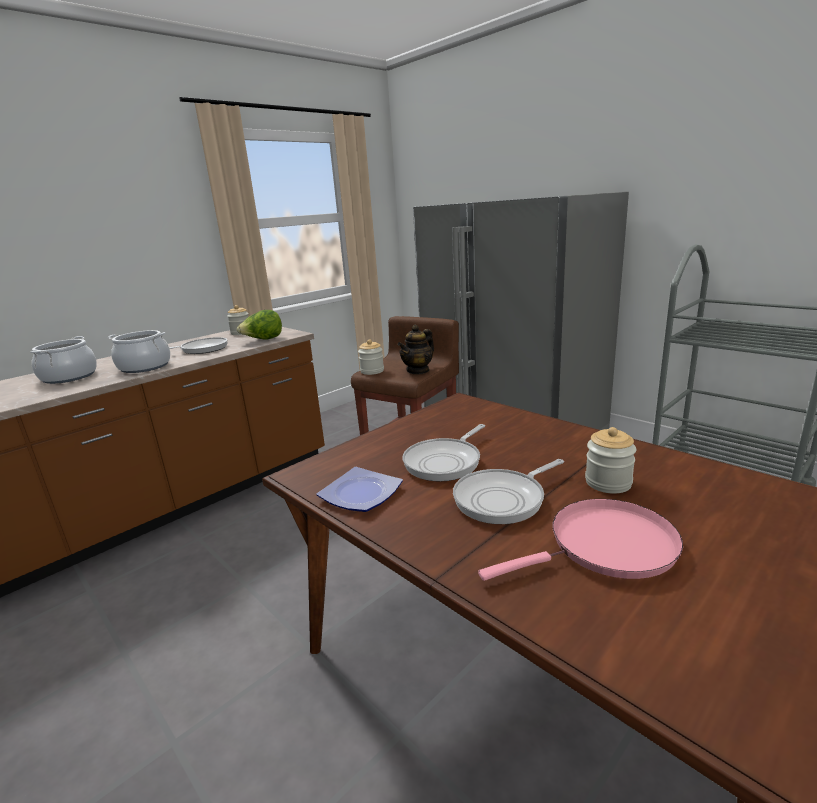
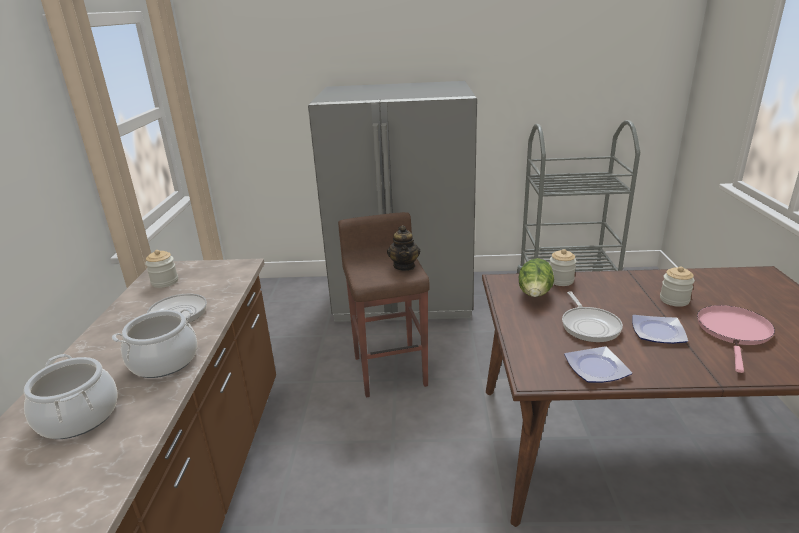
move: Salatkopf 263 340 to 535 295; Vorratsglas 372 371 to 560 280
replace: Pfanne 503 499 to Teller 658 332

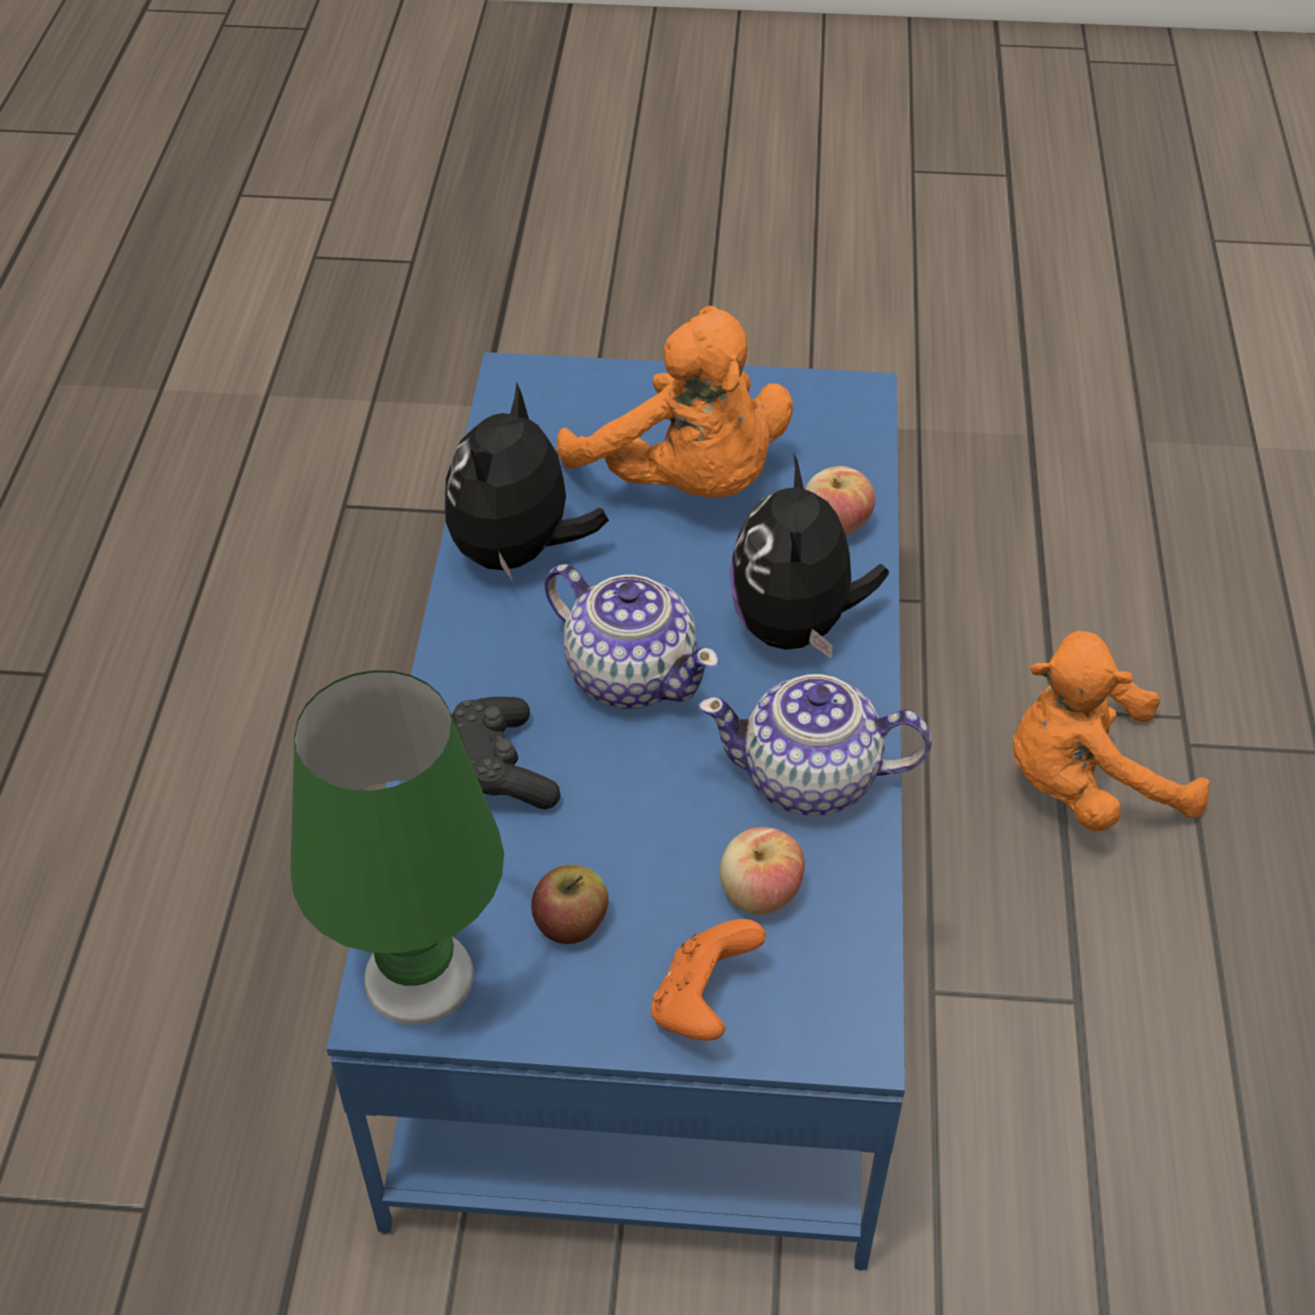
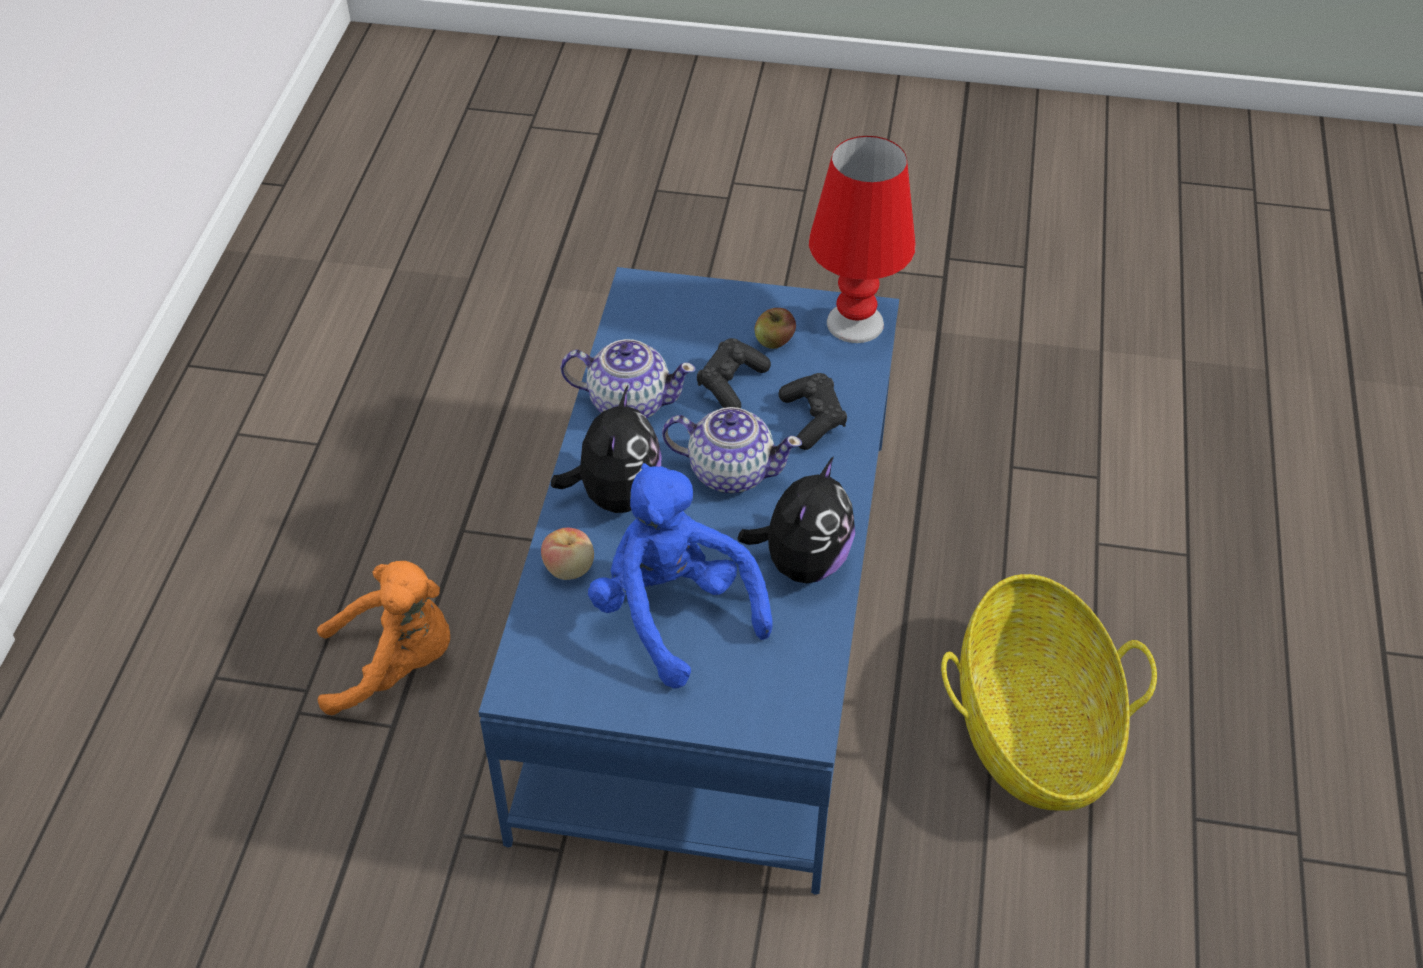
delete: Gamepad/orange 703 1003; Apfel 759 893
insert: Gamepad/schwarz 731 385; Korb 1033 728
recolor: Tischlampe/grün 419 975 to Tischlampe/rot 854 323; Plüschtier/orange 686 483 to Plüschtier/blau 673 613
rotate: Teekanne 630 673 = 730 471 150 degrees clockwise

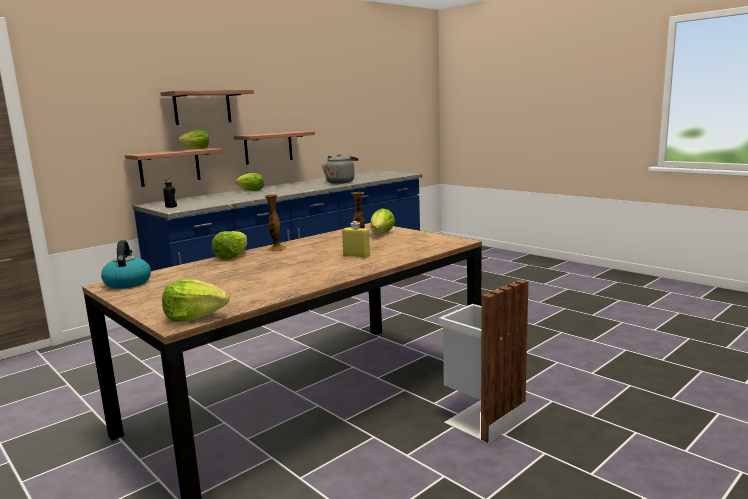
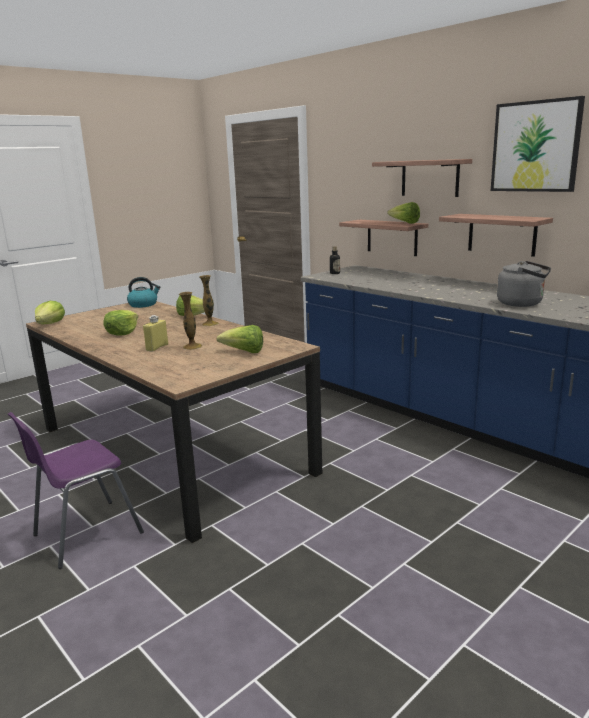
insert: Bild 535 146
move: Salatkopf 250 190 to 122 332
replace: Mülleimer/weiß 481 418 to Stuhl/lila 85 534

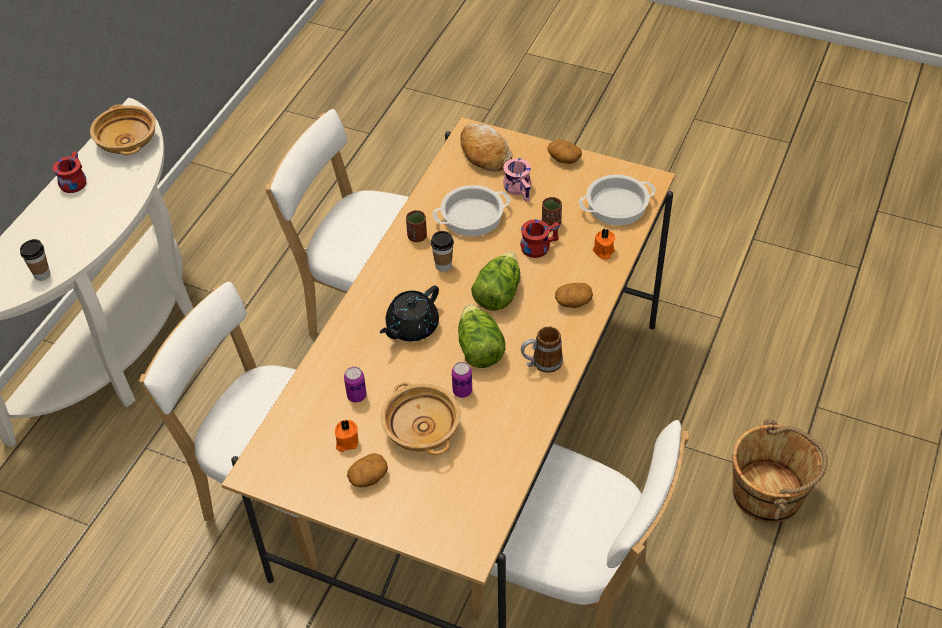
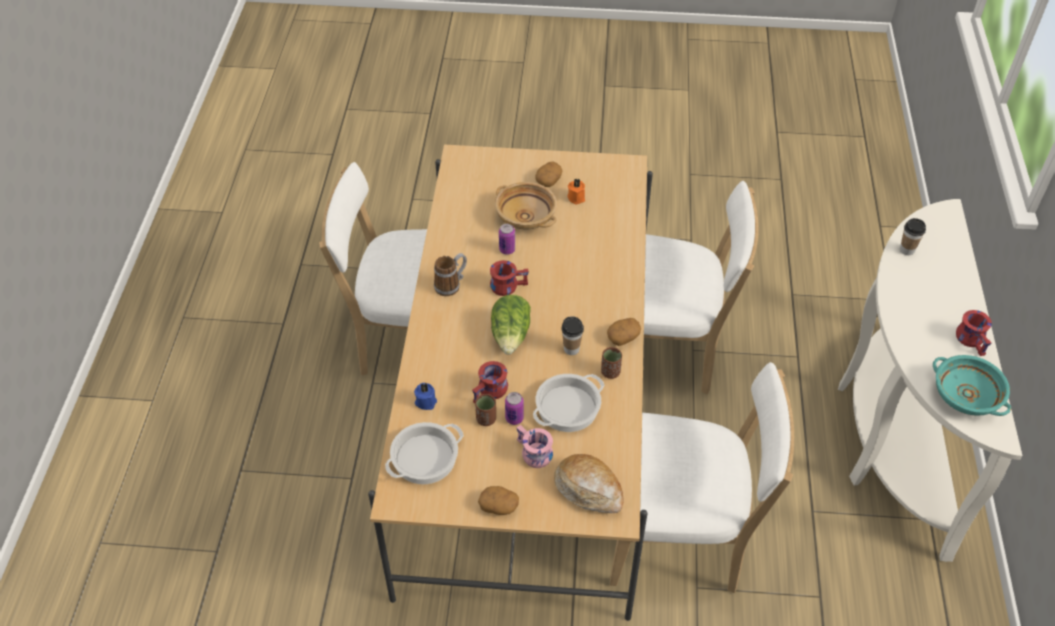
delete: Teekanne/schwarz 411 327; Eimer/braun 769 494
move: Dose 356 396 to 514 418; Kartoffel 573 302 to 623 337
replace: Salatkopf 479 348 to Henkelbecher/rot 507 284
recolor: Schüssel/beige 128 142 to Schüssel/türkis 965 396; Kerze/orange 603 251 to Kerze/blau 425 401

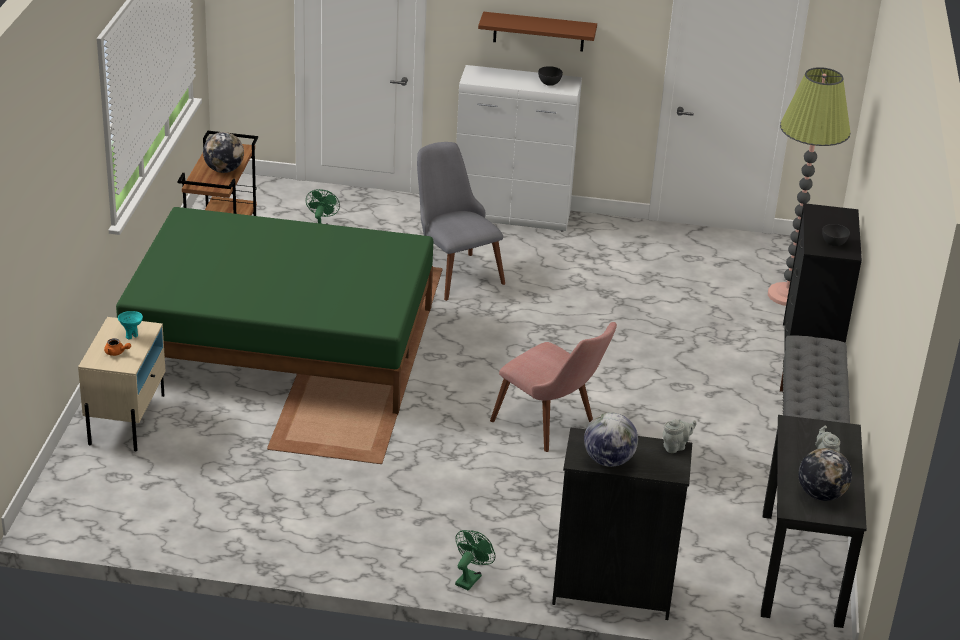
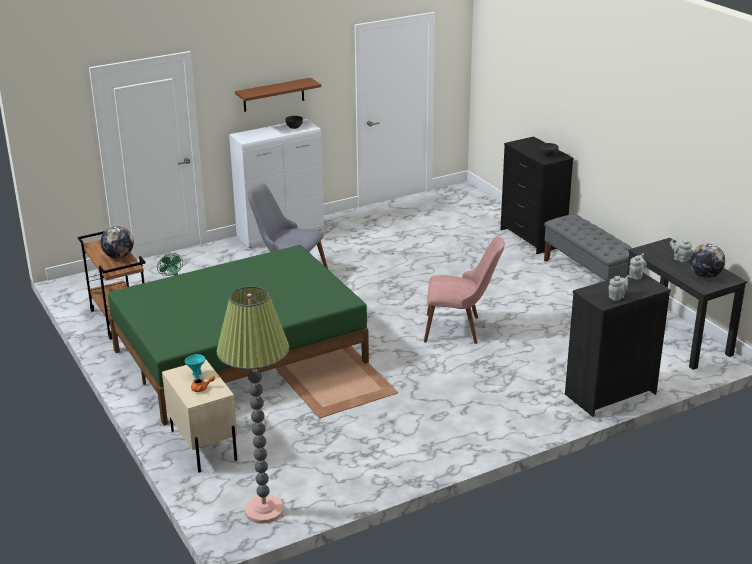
delete: Ventilator/grün 470 578
move: Stehlampe 786 295 to 264 510
replace: Globus 608 460 to Teekanne/grau 617 297

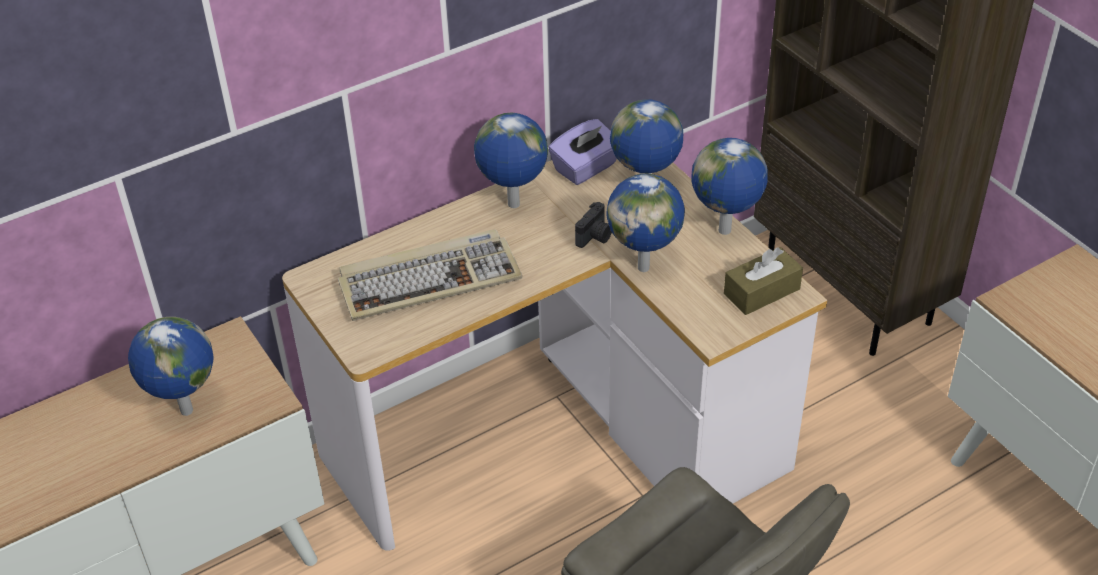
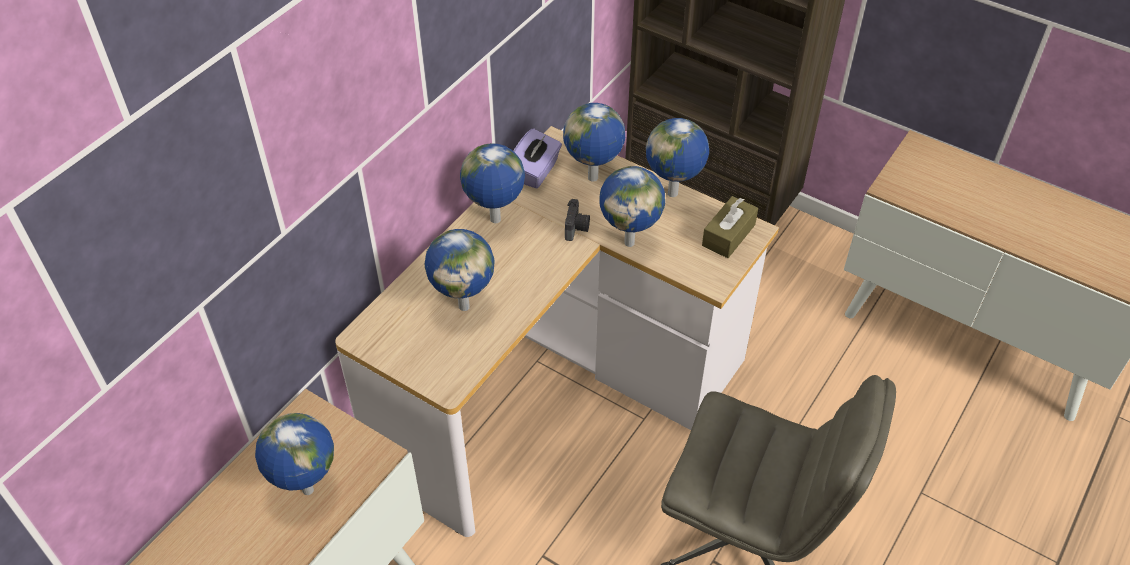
replace: Tastatur 430 279 to Globus 464 305

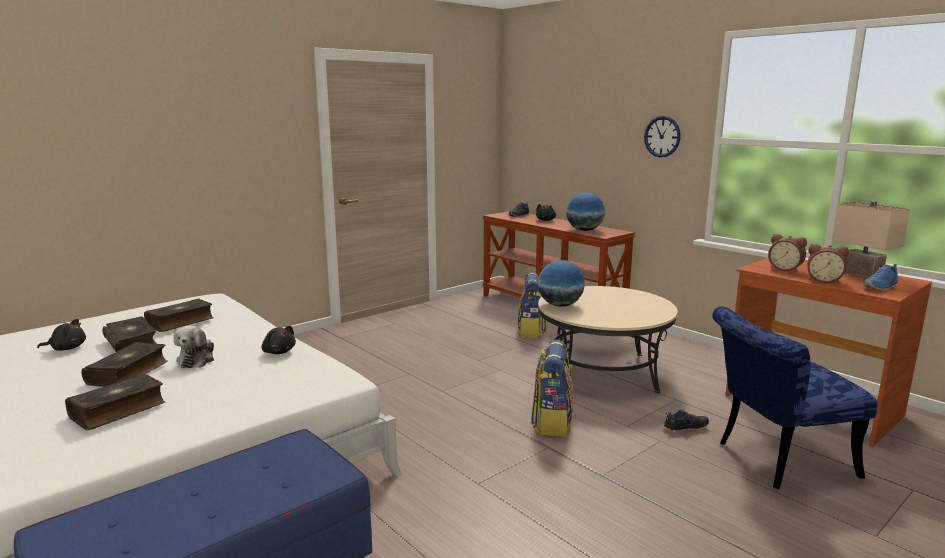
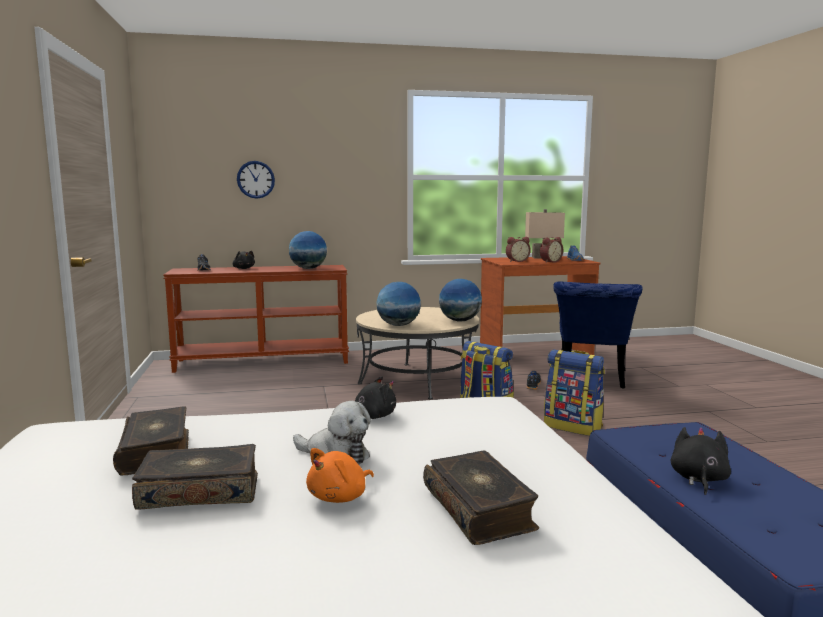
insert: Globus 460 321
move: Plüschtier/schwarz 67 348 to 698 479; Rucksack 531 331 to 573 426; Wanduhr 662 136 to 255 179
replace: Buch 129 373 to Plüschtier/orange 340 497

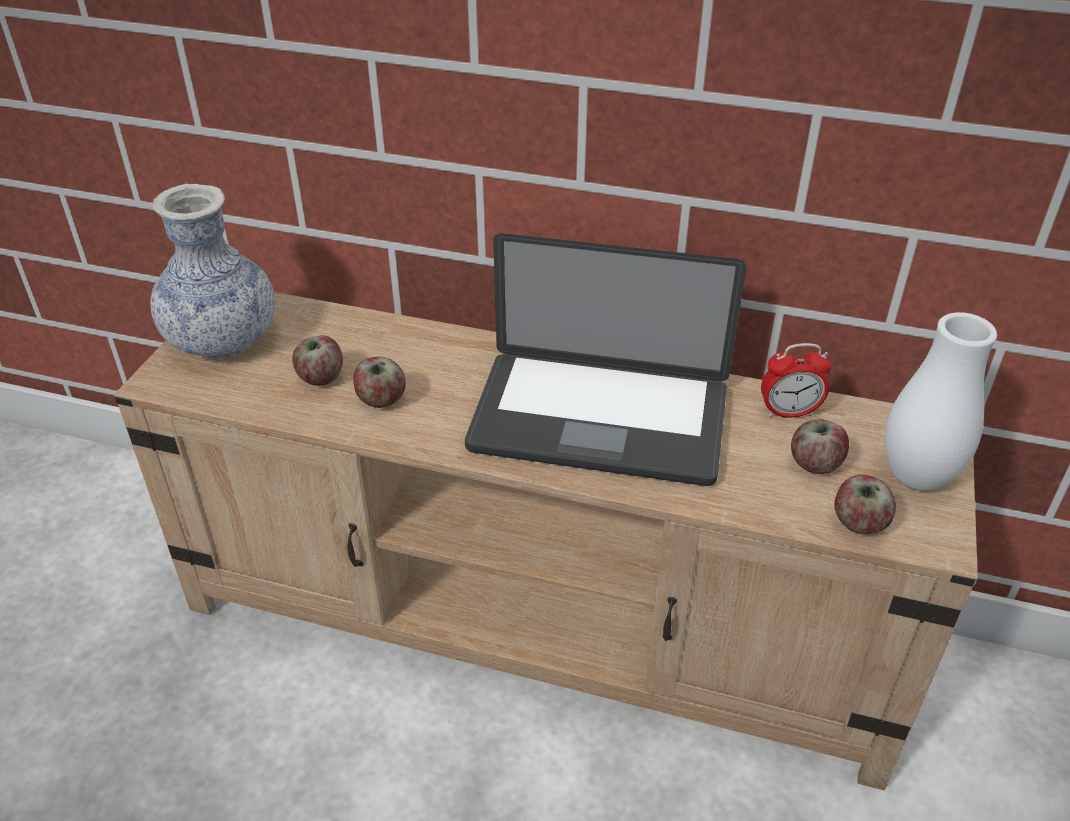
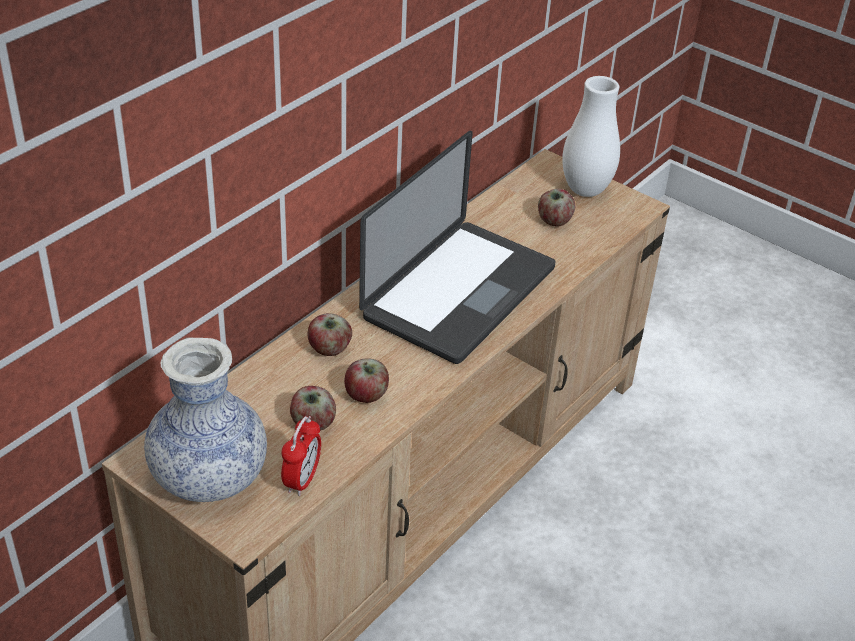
move: Wecker 789 412 to 302 480; Apfel 858 523 to 329 349

